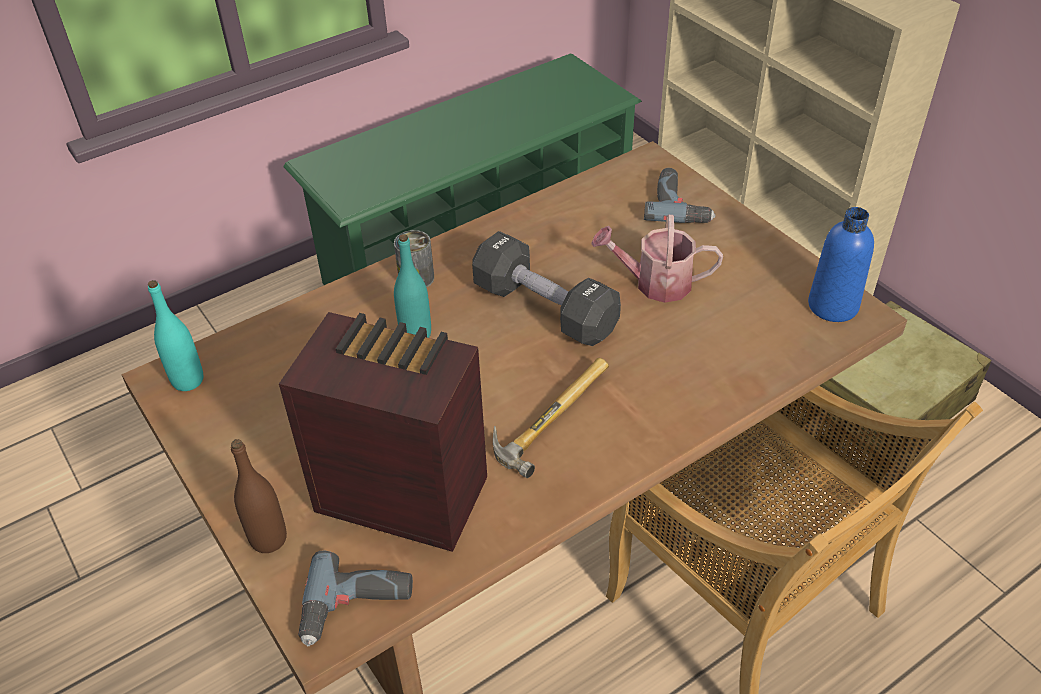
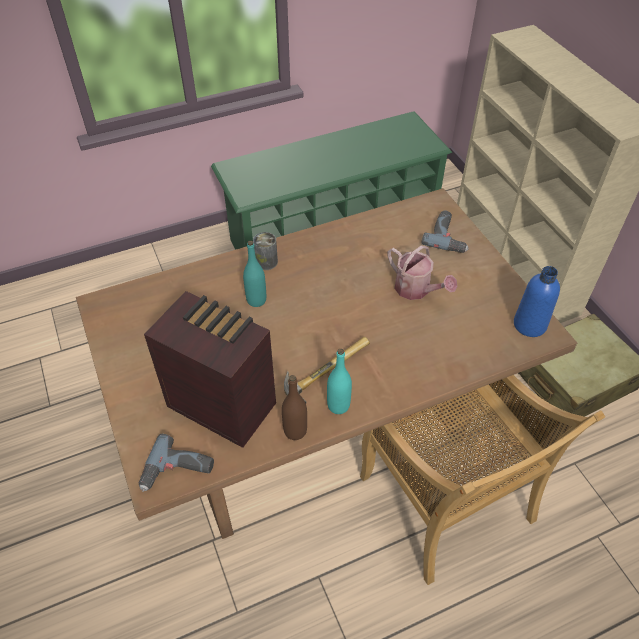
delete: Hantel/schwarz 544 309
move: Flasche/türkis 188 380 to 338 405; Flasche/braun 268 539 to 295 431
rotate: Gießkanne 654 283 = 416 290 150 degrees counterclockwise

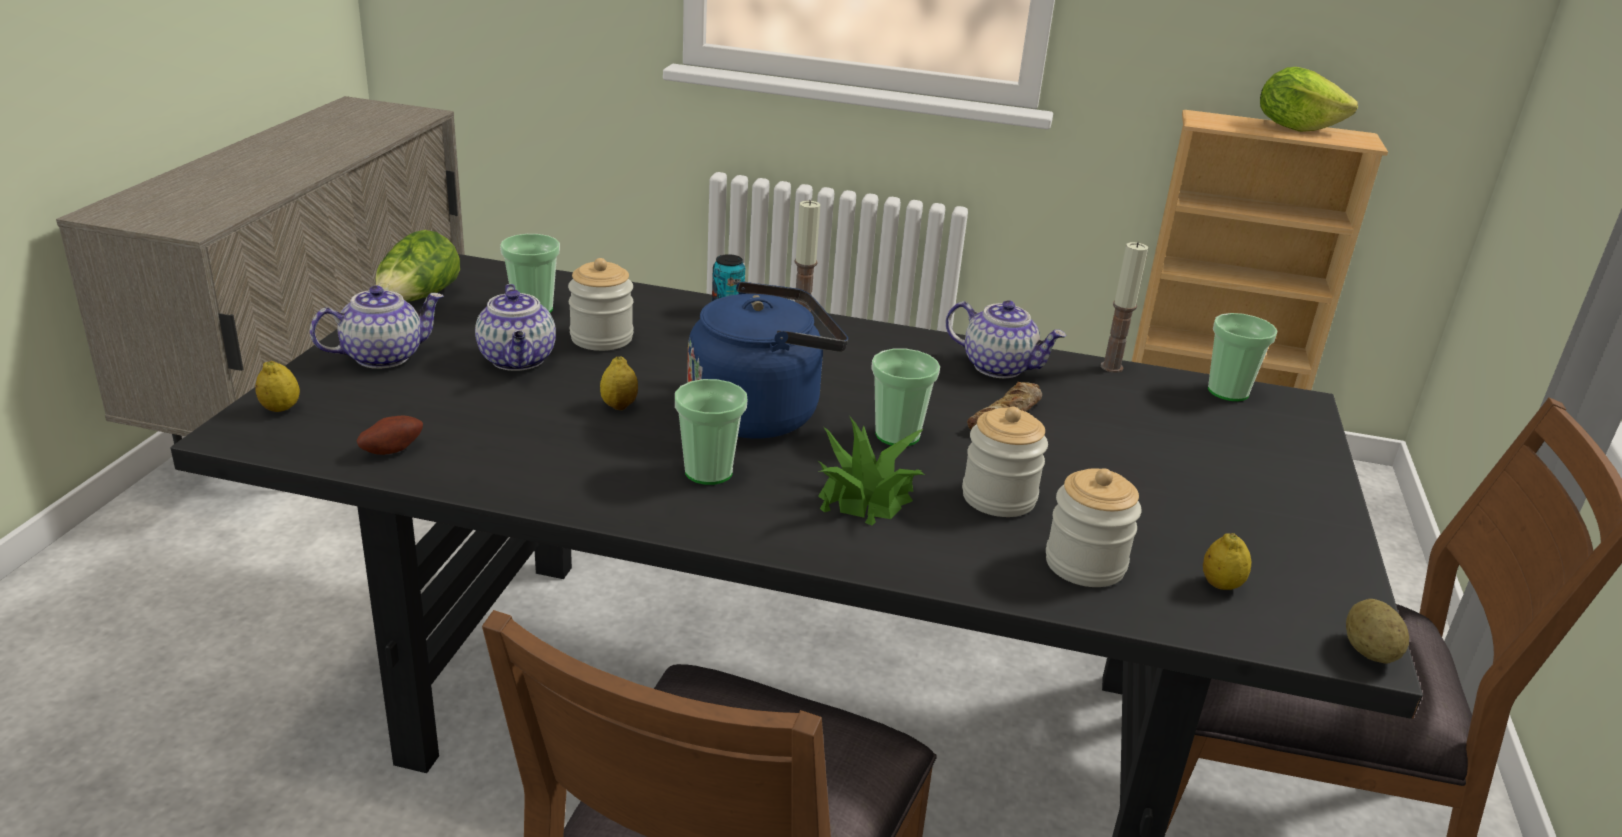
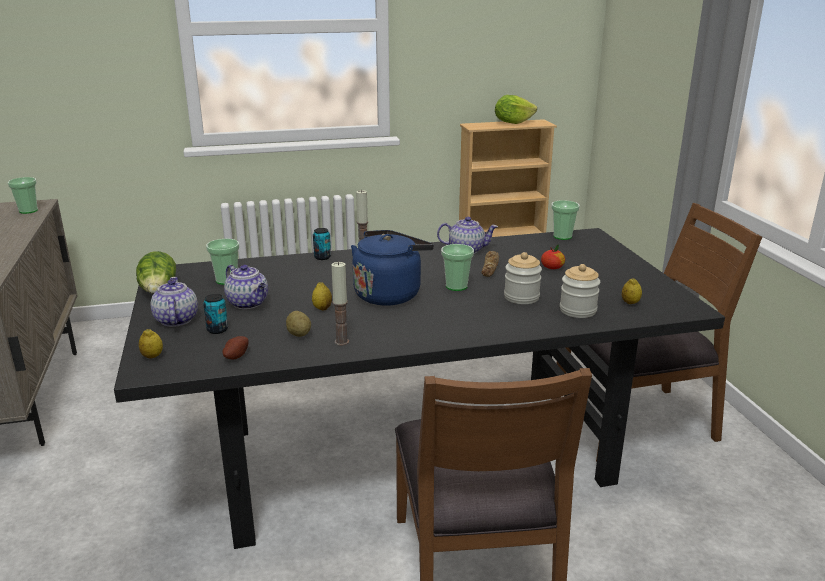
delete: Vorratsglas 601 338; Topfpflanze 864 496
insert: Dose 217 330; Apfel 552 267
move: Tasse 708 472 to 28 211; Kerze 1111 367 to 341 342; Kartoffel 1369 651 to 299 334
rotate: Teekanne 383 356 = 175 320 45 degrees counterclockwise

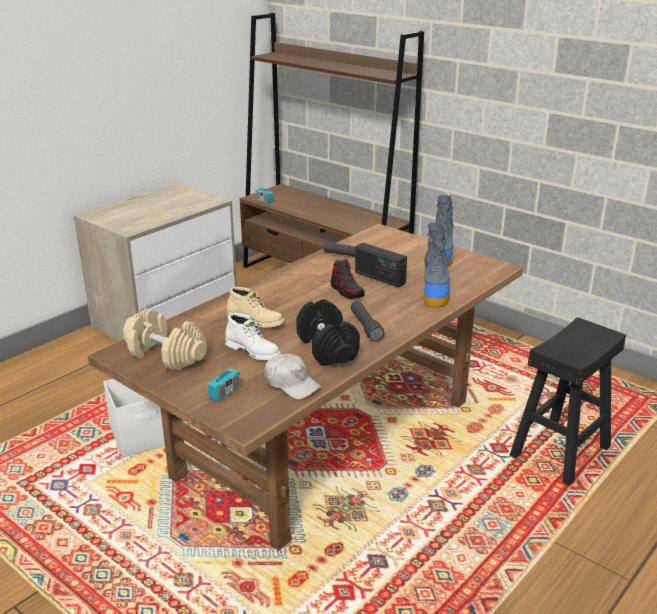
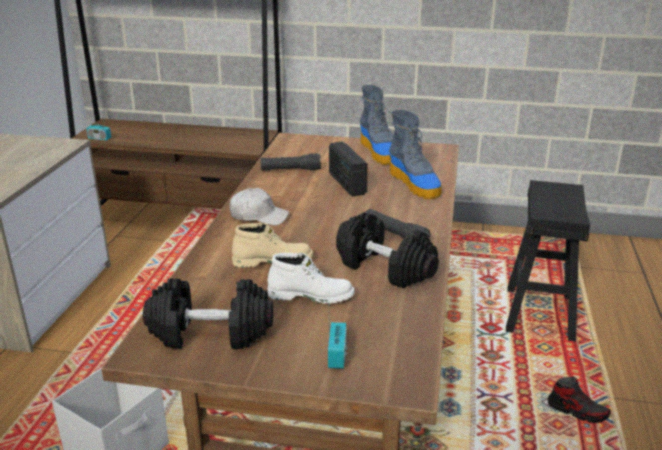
move: Kappe/weiß 291 384 to 258 216; Schuh 347 291 to 577 411
recolor: Hantel/beige 165 355 to Hantel/schwarz 210 333
rotate: Radio 379 278 = 346 183 60 degrees clockwise

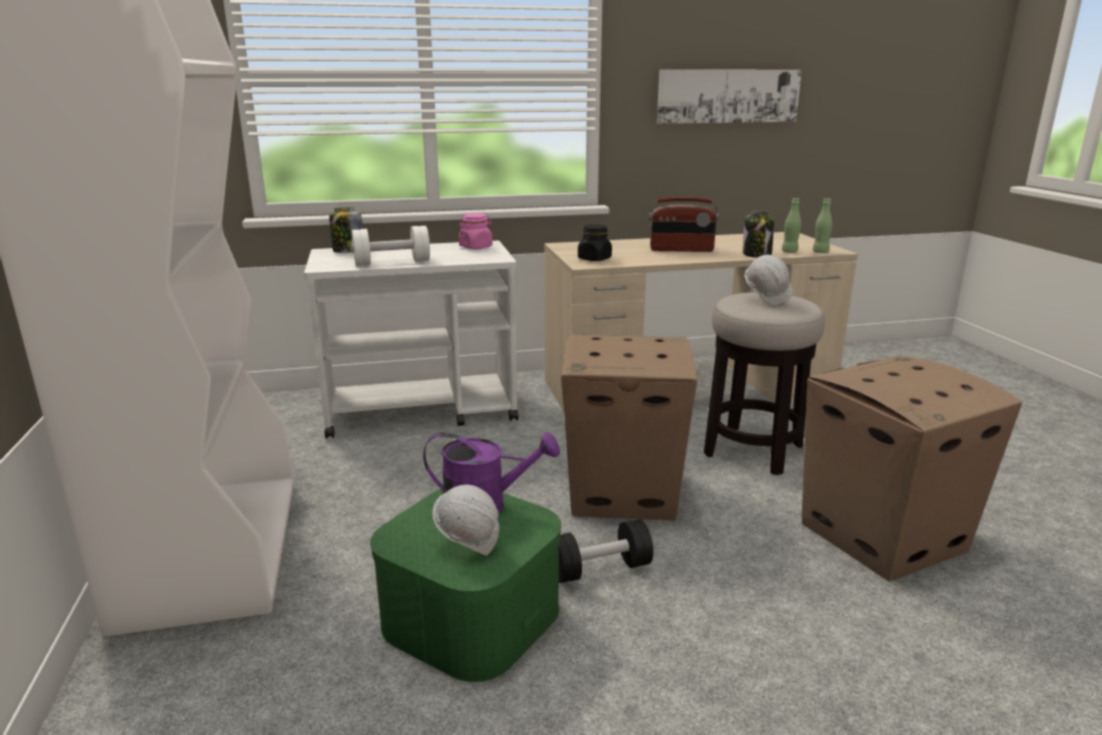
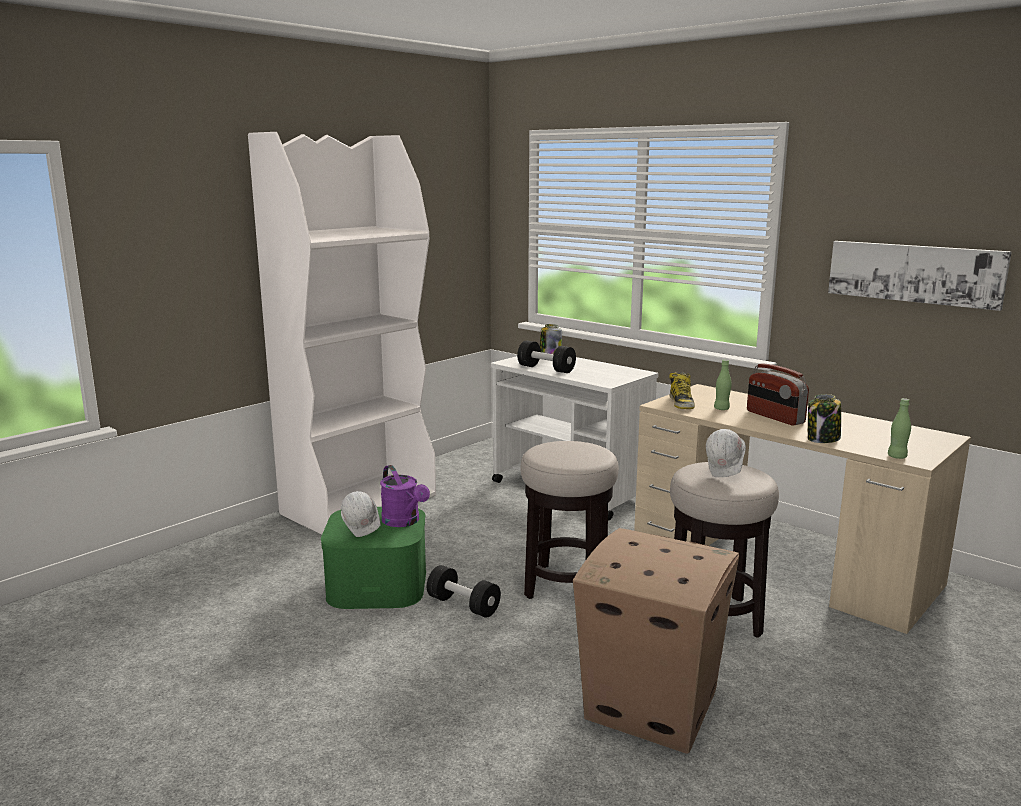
delete: Vorratsglas/rosa 476 247
move: Flasche/grün 789 251 to 721 409
replace: Karton 624 492 to Hocker 567 585; Vorratsglas/schwarz 594 259 to Stiefel 681 403
recolor: Hantel/weiß 392 262 to Hantel/schwarz 546 369

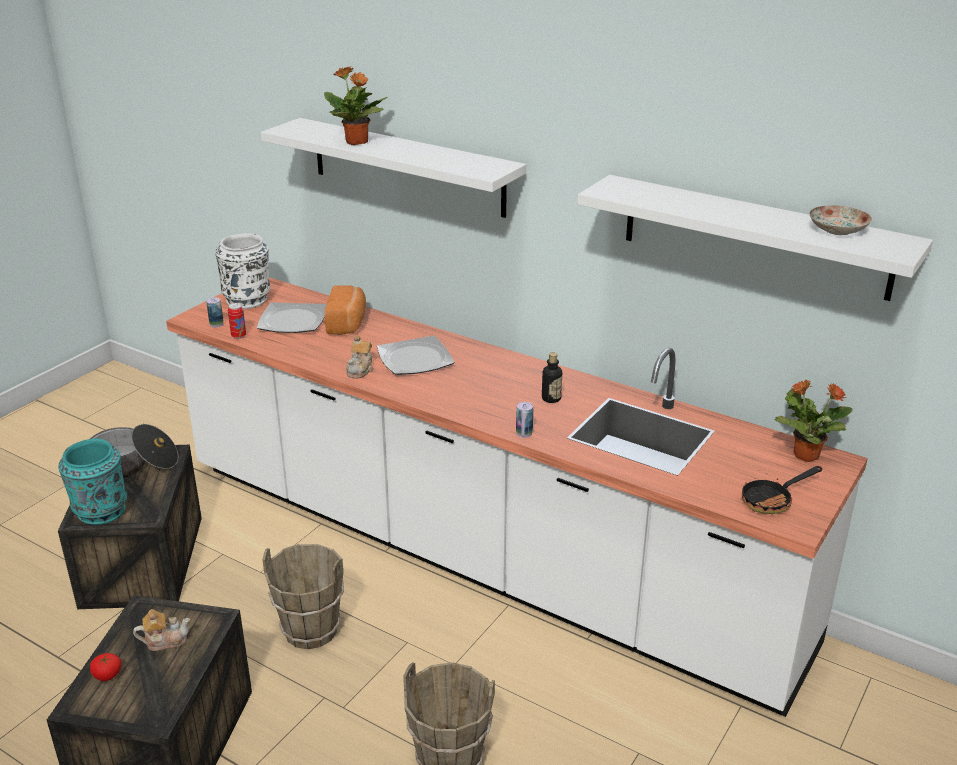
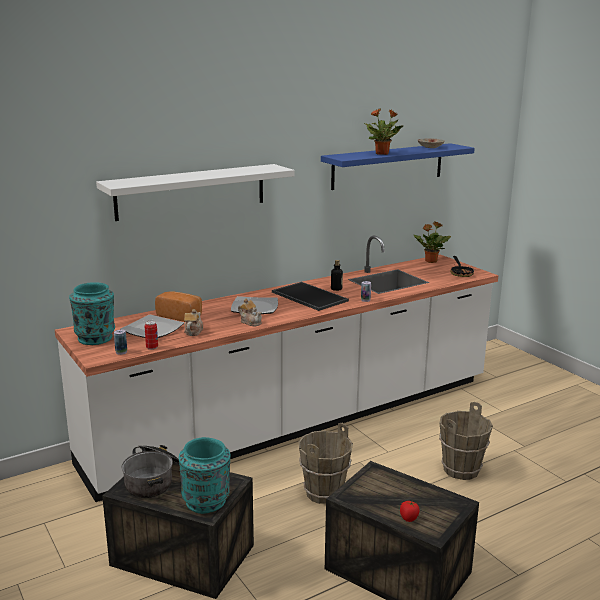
insert: Tablett 308 296
move: Teekanne 165 641 to 193 331; Topfpflanze 357 142 to 382 153
recolor: Vase/weiß 248 300 to Vase/türkis 95 338; Wandregal/weiß 755 236 to Wandregal/blau 388 166

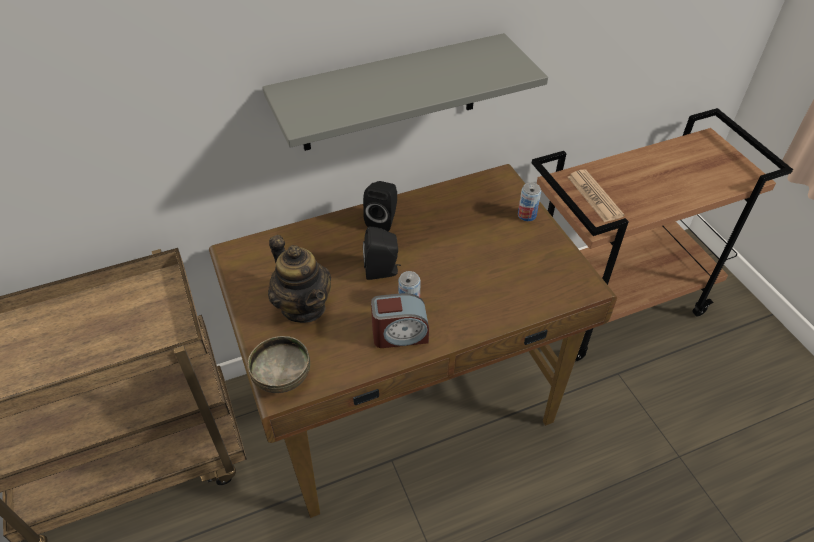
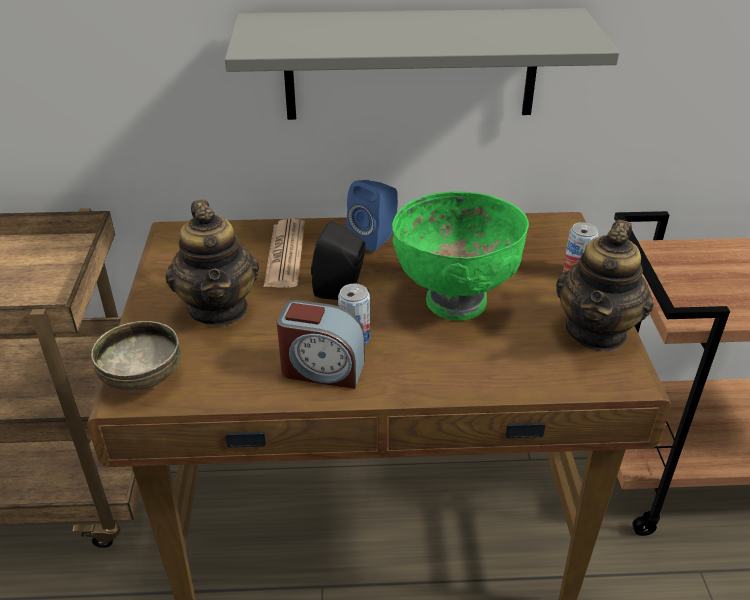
insert: Schüssel/grün 455 300; Teekanne 597 331
move: Zeitung 594 196 to 285 254
recolor: Lautsprecher/schwarz 383 220 to Lautsprecher/blau 375 239

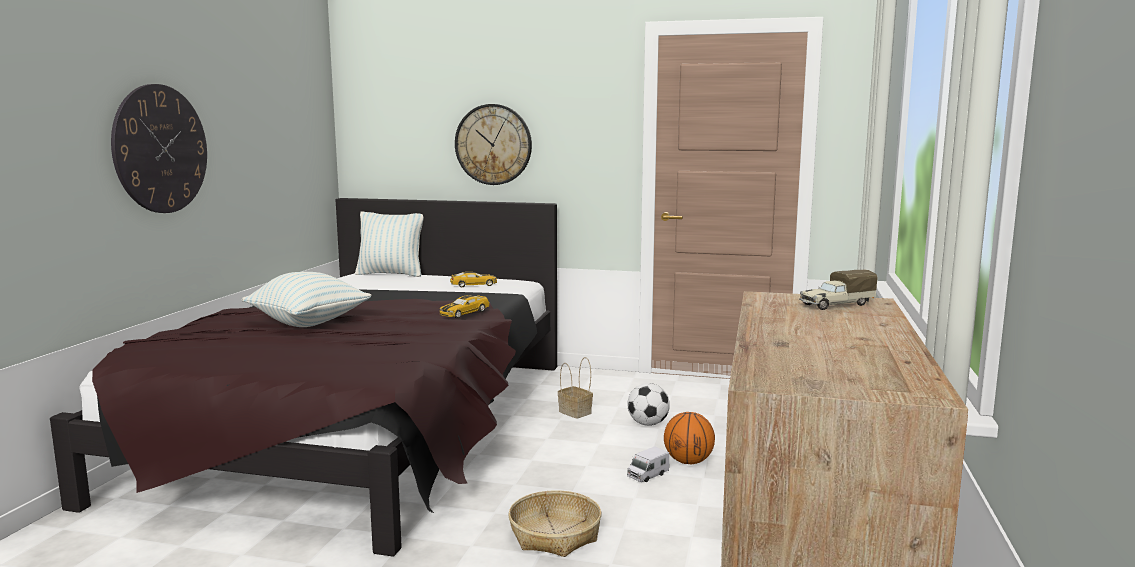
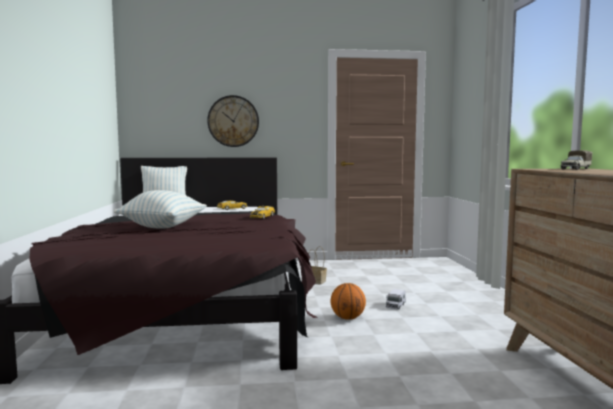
delete: Wanduhr 160 149; Korb 554 535; Fußball 648 424
move: Basketball 688 462 to 347 318

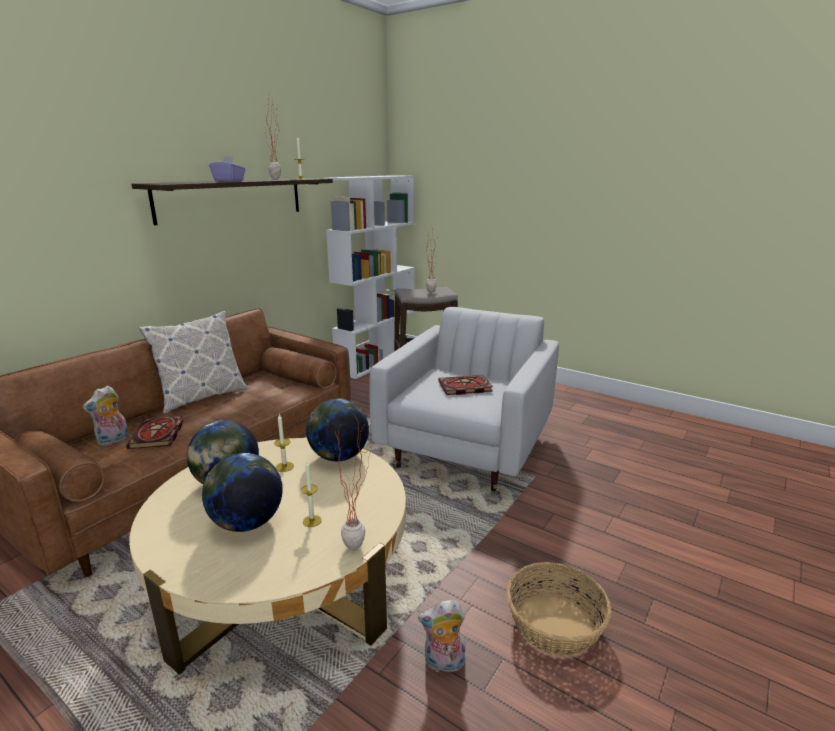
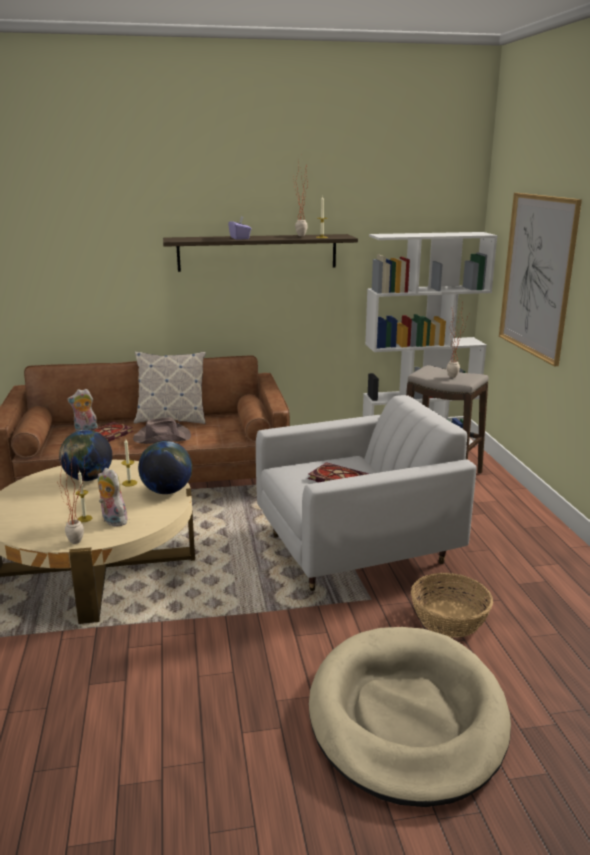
delete: Globus 247 523
insert: Hut/braun 161 437; Hundebett/beige 407 717; Bild 537 275
move: Plüschtier 443 664 to 112 521; Korb 554 624 to 449 619

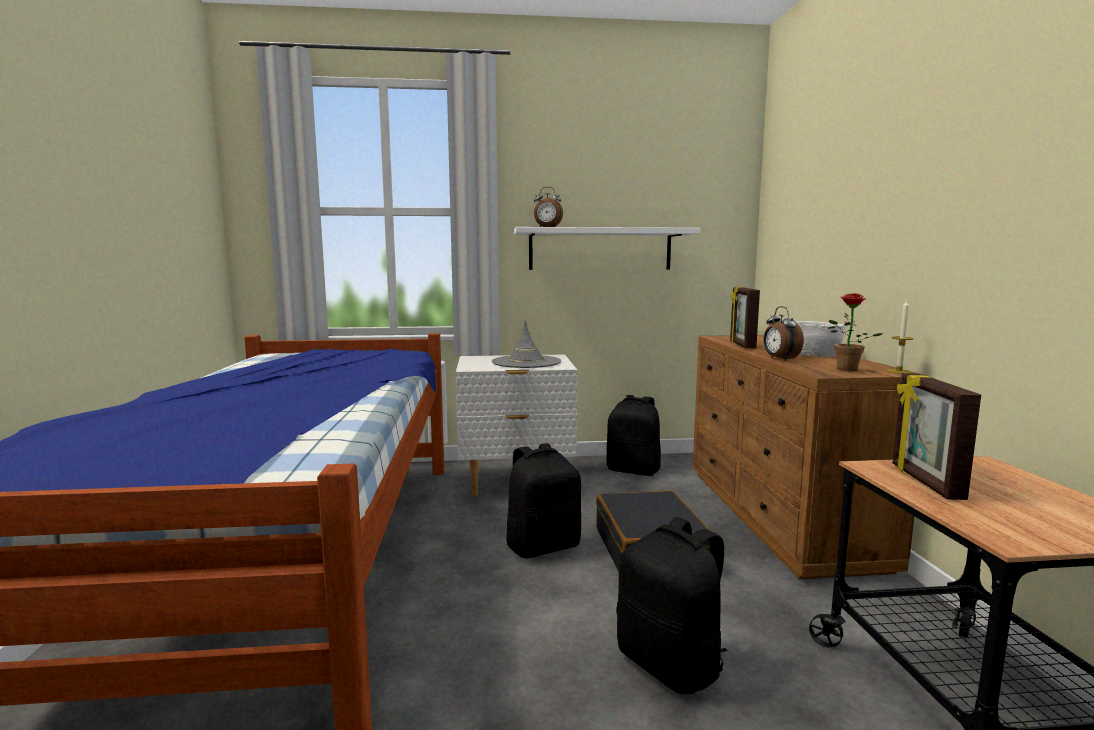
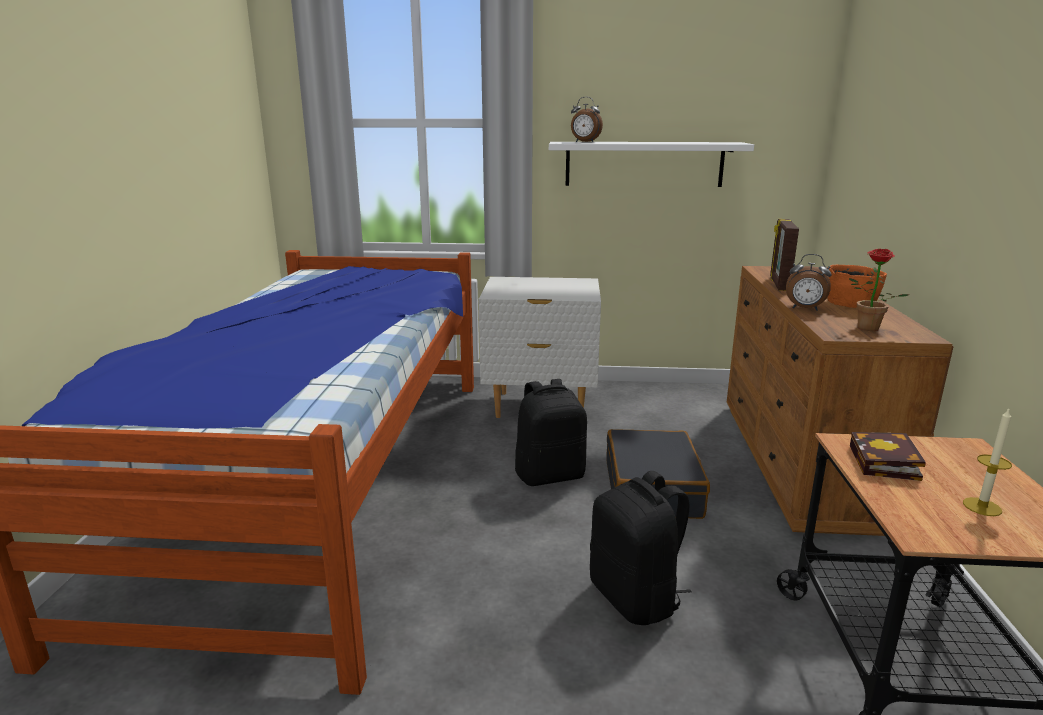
delete: Hut/grau 526 362; Rucksack/schwarz 633 470
move: Kerze 899 371 to 982 507
replace: Bilderrahmen 924 482 to Buch 886 464
recolor: Schüssel/weiß 815 354 to Schüssel/orange 851 303
rotate: Wecker 779 359 = 804 309 60 degrees counterclockwise

